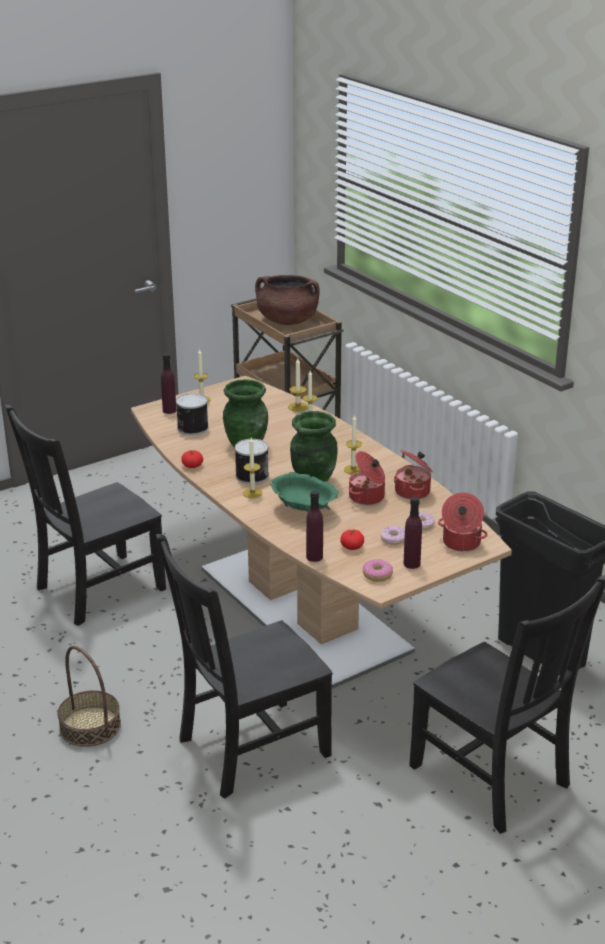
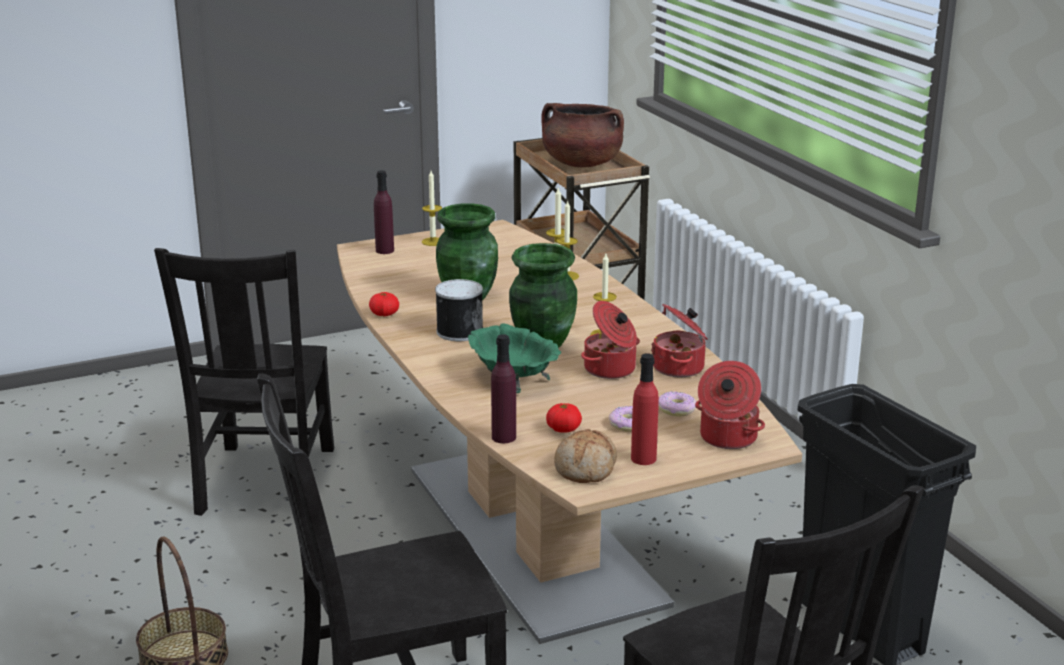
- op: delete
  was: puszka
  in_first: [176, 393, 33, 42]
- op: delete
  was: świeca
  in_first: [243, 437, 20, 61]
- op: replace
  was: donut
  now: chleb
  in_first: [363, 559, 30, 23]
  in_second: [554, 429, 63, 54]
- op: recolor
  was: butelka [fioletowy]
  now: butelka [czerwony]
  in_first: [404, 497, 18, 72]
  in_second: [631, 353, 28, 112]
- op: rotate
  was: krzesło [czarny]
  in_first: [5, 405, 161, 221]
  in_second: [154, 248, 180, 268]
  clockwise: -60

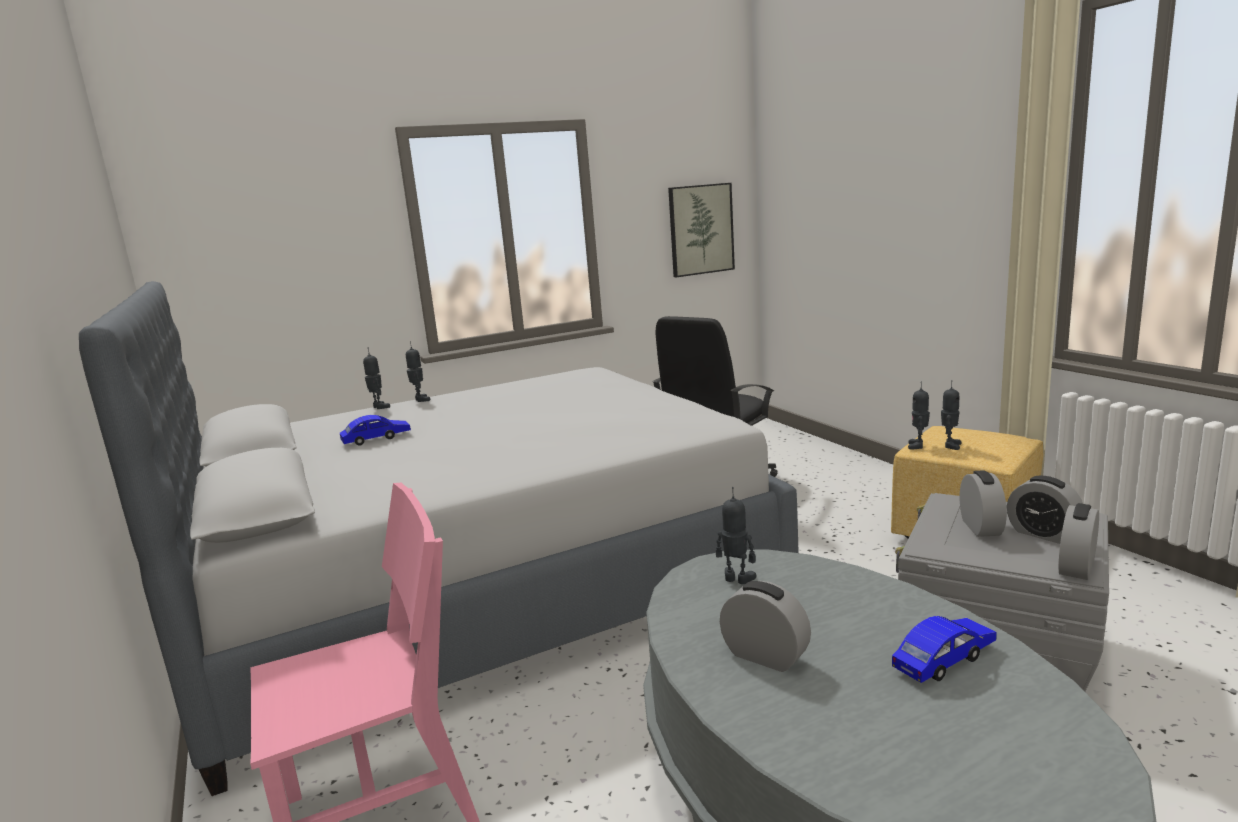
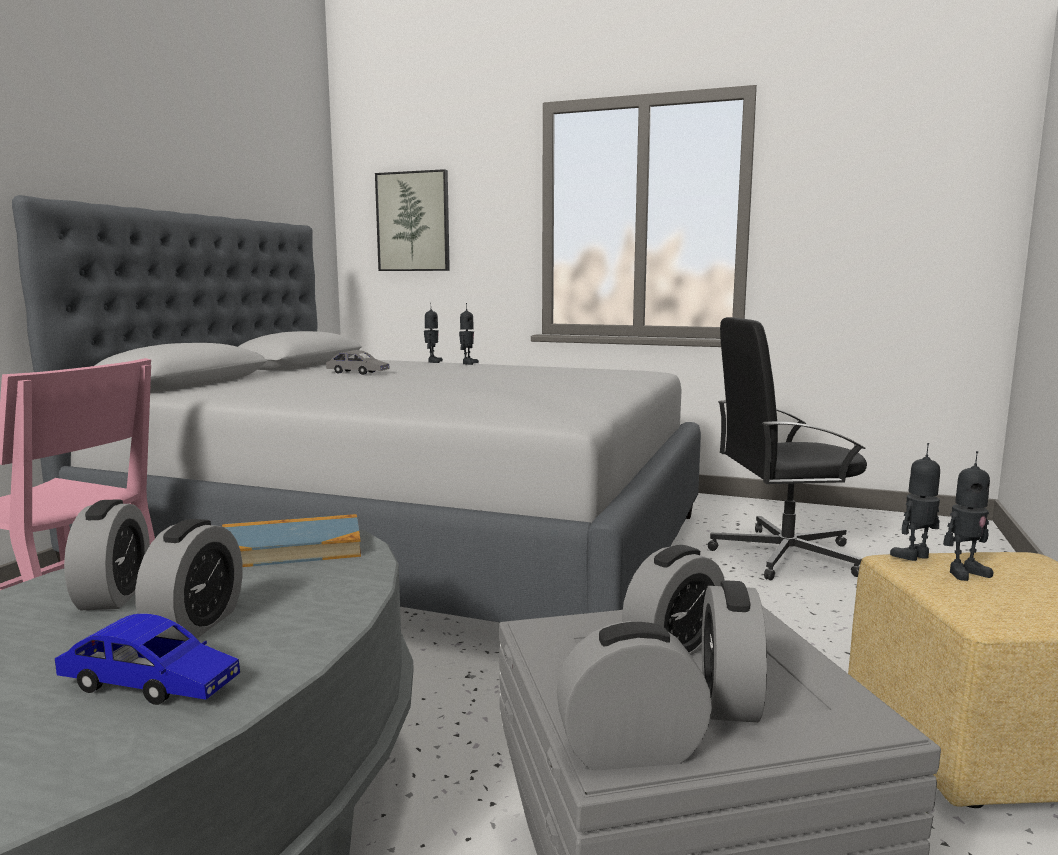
- op: insert
  now: budzik
  in_second: [135, 519, 108, 122]
- op: move
  was: obraz
  in_first: [668, 183, 67, 94]
  in_second: [375, 169, 75, 102]
- op: replace
  was: robot zabawkowy
  now: książka
  in_first: [716, 487, 40, 97]
  in_second: [222, 514, 139, 53]
- op: recolor
  was: samochodzik [niebieski]
  now: samochodzik [szary]
  in_first: [340, 415, 71, 31]
  in_second: [326, 350, 64, 25]

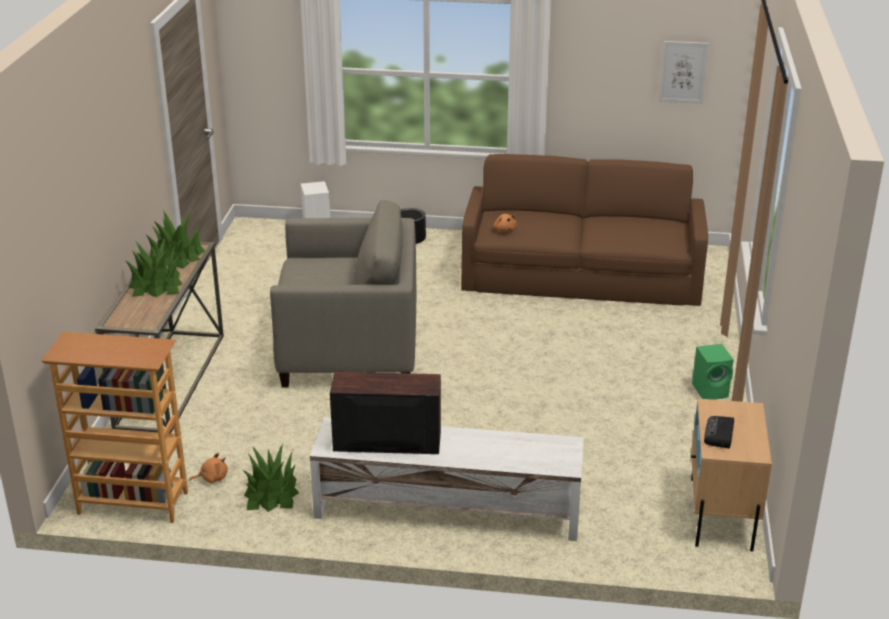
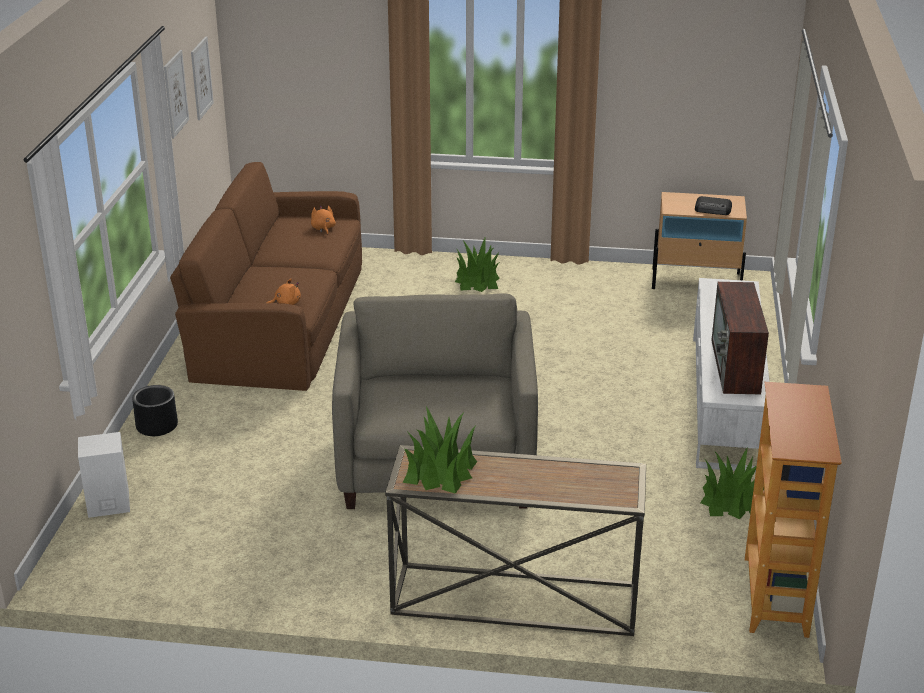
- op: delete
  was: głośnik [zielony]
  in_first: [692, 344, 42, 56]
- op: insert
  now: obraz
  in_second: [164, 50, 25, 88]
- op: move
  was: roślina doniczkowa
  in_first: [126, 237, 57, 60]
  in_second: [455, 236, 45, 56]
- op: move
  was: pluszak [pomarańczowy]
  in_first: [190, 453, 38, 30]
  in_second: [311, 205, 25, 30]

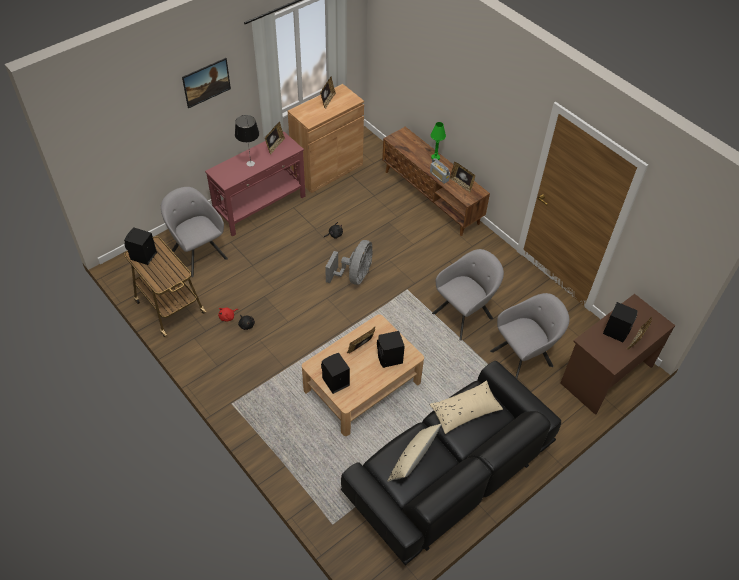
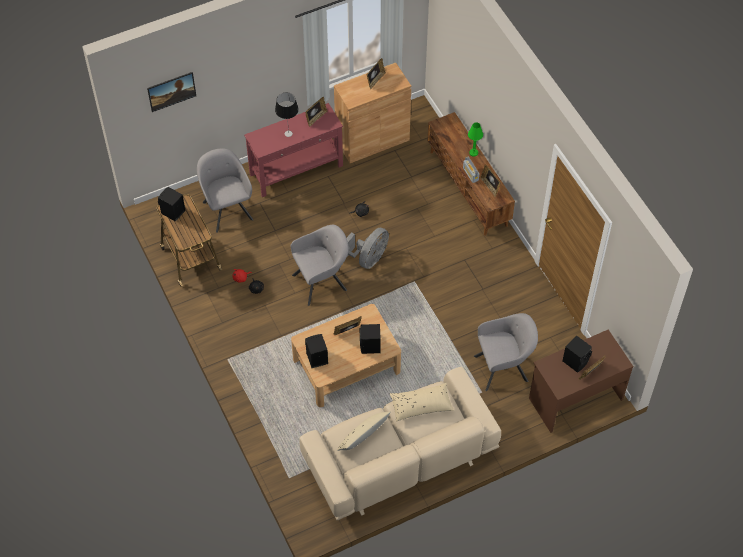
- op: move
  was: obraz
  in_first: [182, 58, 49, 50]
  in_second: [147, 72, 49, 40]
- op: move
  was: fotel [szary]
  in_first: [432, 249, 72, 92]
  in_second: [290, 225, 59, 81]
- op: recolor
  was: kanapa [czarny]
  now: kanapa [beżowy]
  in_first: [341, 361, 220, 204]
  in_second: [299, 367, 202, 153]

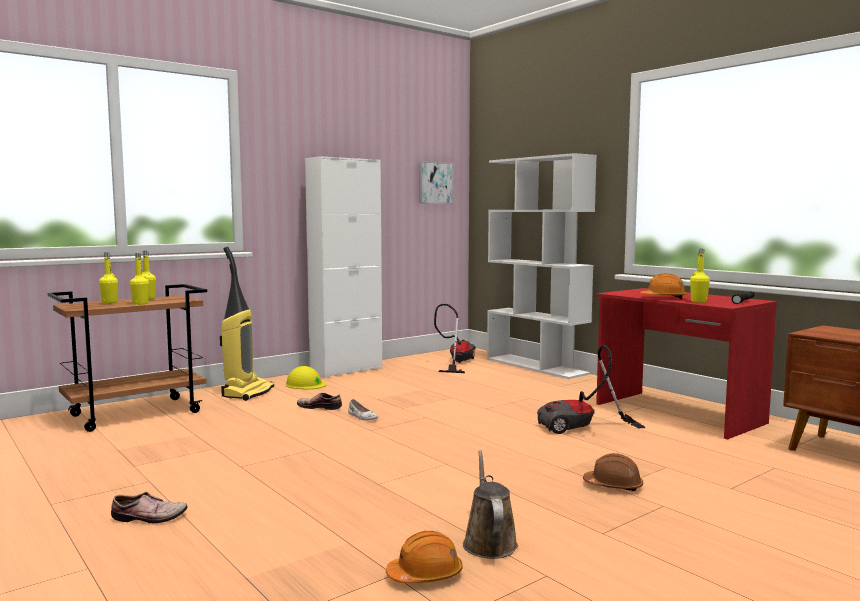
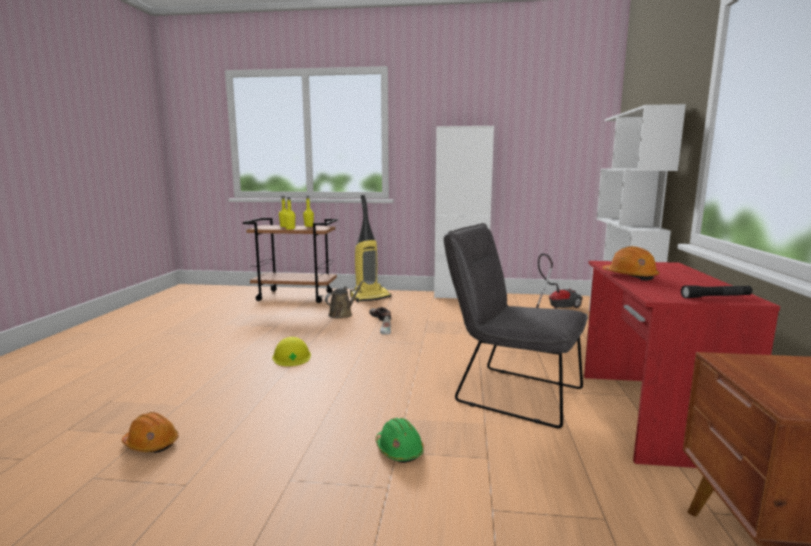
- op: delete
  was: but
  in_first: [111, 492, 76, 31]
- op: delete
  was: obraz
  in_first: [419, 161, 34, 43]
- op: delete
  was: butelka [żółty]
  in_first: [690, 249, 20, 54]
- op: move
  was: kask [żółty]
  in_first: [285, 366, 41, 23]
  in_second: [272, 337, 39, 29]
- op: move
  was: konewka [brązowy]
  in_first: [463, 450, 55, 109]
  in_second: [325, 280, 40, 38]
- op: replace
  was: odkurzacz
  now: krzesło [szary]
  in_first: [537, 345, 108, 89]
  in_second: [444, 223, 144, 205]
- op: recolor
  was: kask [brązowy]
  now: kask [zielony]
  in_first: [583, 453, 60, 38]
  in_second: [375, 418, 49, 45]

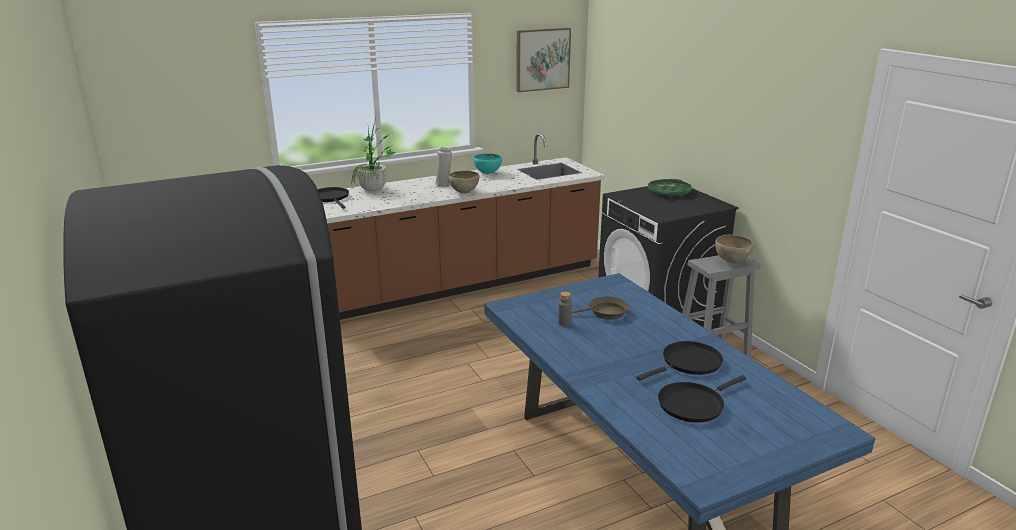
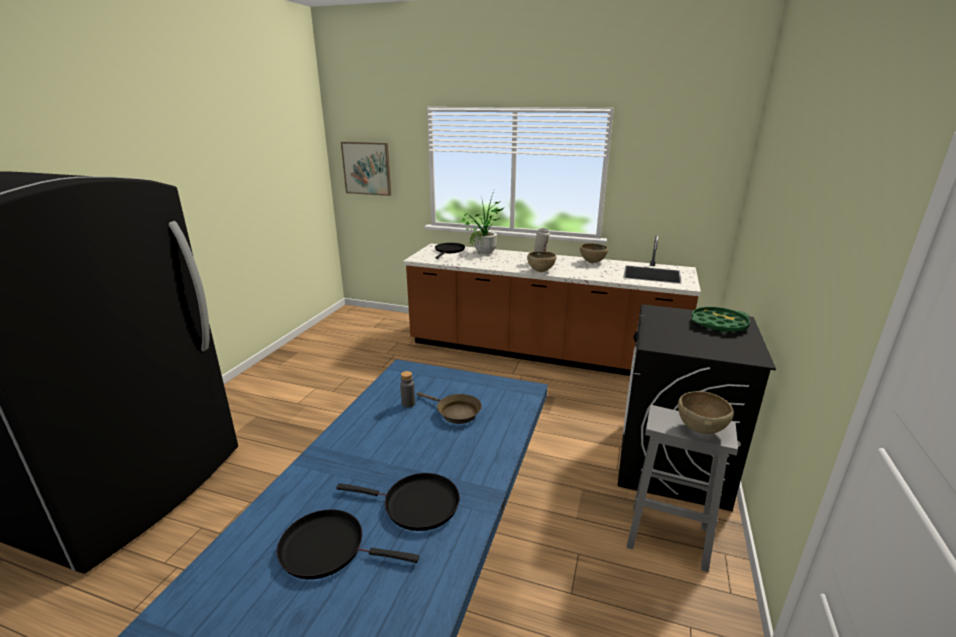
- op: move
  was: obraz
  in_first: [516, 28, 55, 64]
  in_second: [341, 142, 50, 54]
- op: recolor
  was: miska [turkusowy]
  now: miska [brązowy]
  in_first: [473, 154, 29, 20]
  in_second: [580, 243, 28, 20]

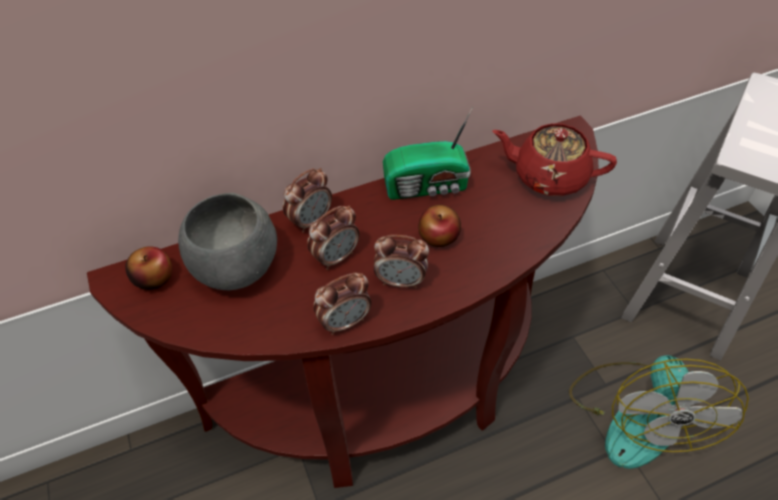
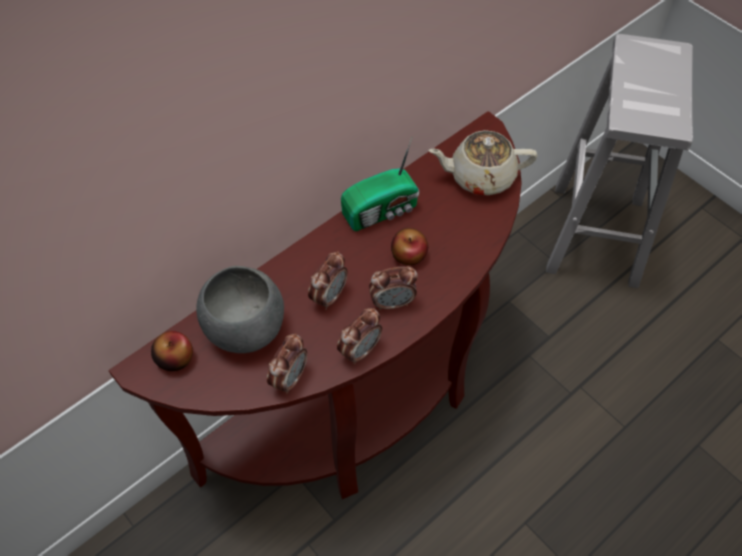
- op: delete
  was: wentylator
  in_first: [569, 355, 180, 114]
- op: move
  was: budzik
  in_first: [283, 168, 49, 65]
  in_second: [267, 333, 40, 61]
- op: recolor
  was: imbryk [czerwony]
  now: imbryk [beżowy]
  in_first: [492, 123, 125, 73]
  in_second: [428, 130, 109, 66]

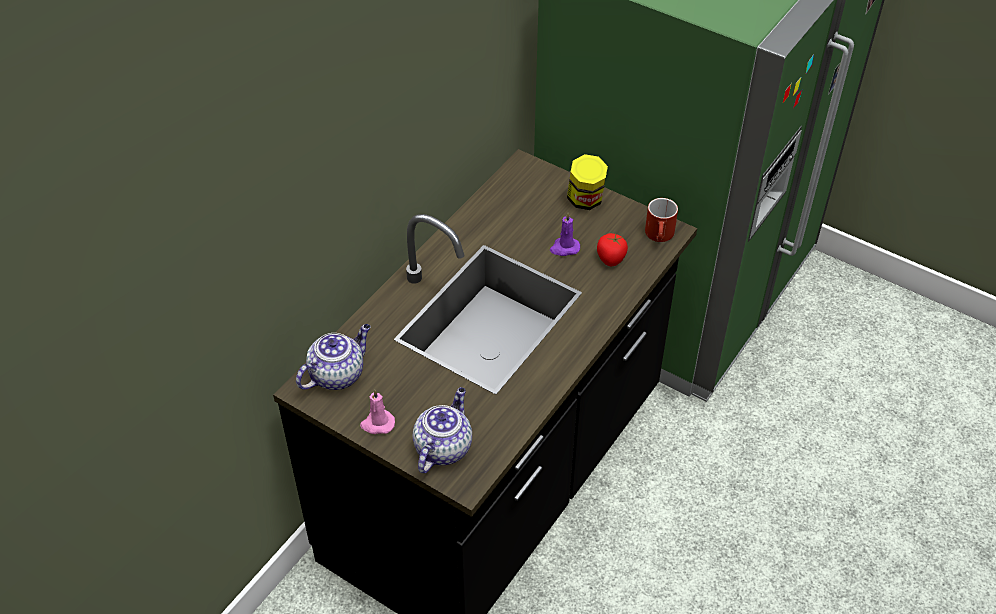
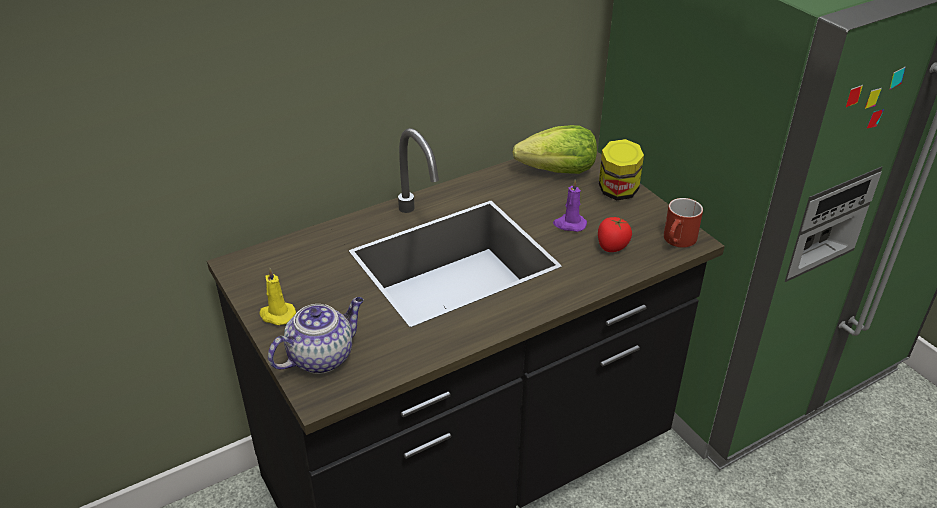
- op: delete
  was: imbryk
  in_first: [296, 324, 75, 66]
- op: insert
  now: sałata
  in_second: [513, 125, 84, 49]
- op: recolor
  was: świeca [różowy]
  now: świeca [żółty]
  in_first: [360, 389, 35, 45]
  in_second: [259, 268, 37, 57]

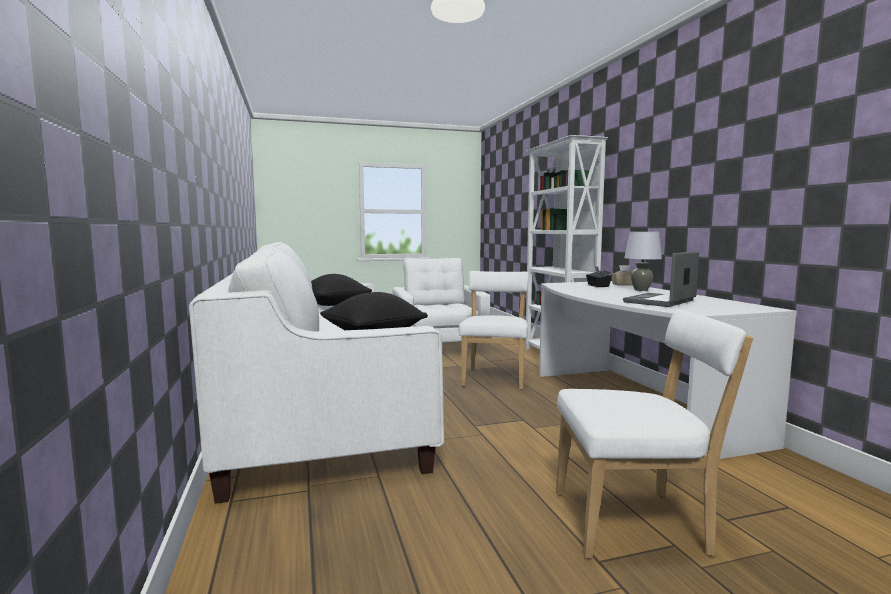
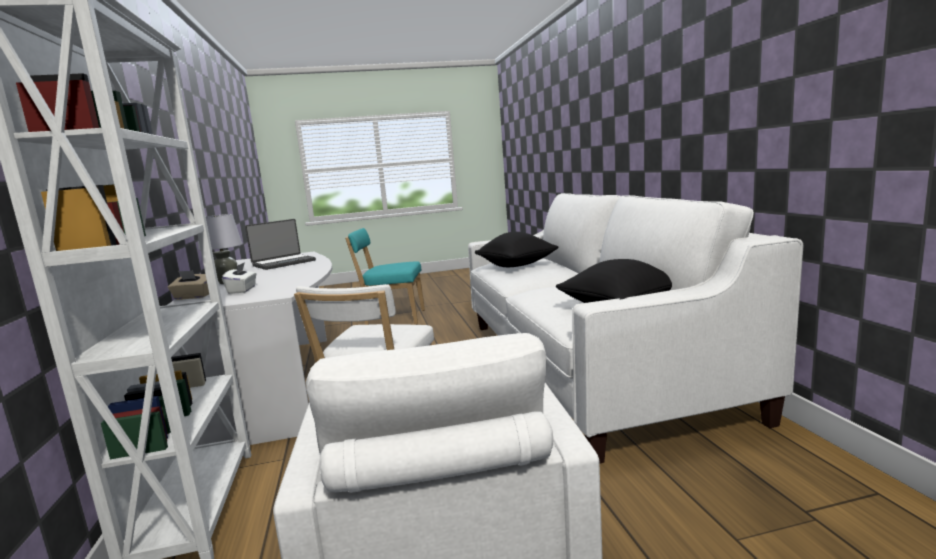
- op: recolor
  was: krzesło [biały]
  now: krzesło [turkusowy]
  in_first: [556, 309, 197, 250]
  in_second: [345, 228, 80, 97]
- op: recolor
  was: pudełko chusteczek [czarny]
  now: pudełko chusteczek [biały]
  in_first: [586, 266, 26, 21]
  in_second: [222, 262, 35, 32]

